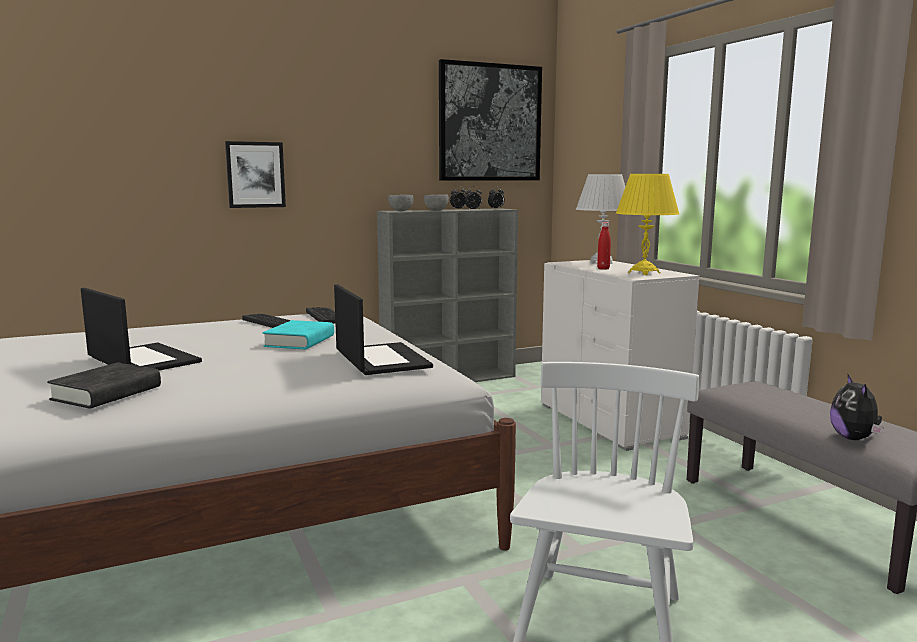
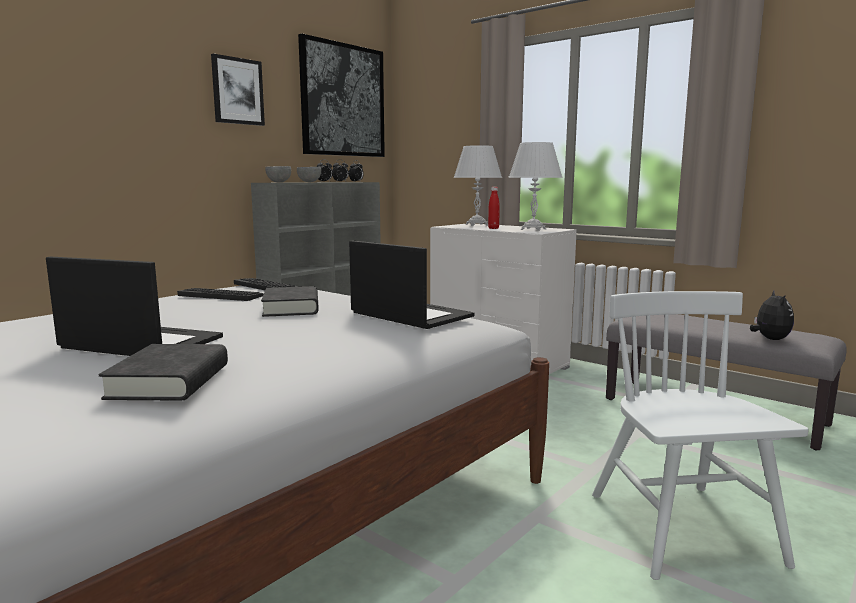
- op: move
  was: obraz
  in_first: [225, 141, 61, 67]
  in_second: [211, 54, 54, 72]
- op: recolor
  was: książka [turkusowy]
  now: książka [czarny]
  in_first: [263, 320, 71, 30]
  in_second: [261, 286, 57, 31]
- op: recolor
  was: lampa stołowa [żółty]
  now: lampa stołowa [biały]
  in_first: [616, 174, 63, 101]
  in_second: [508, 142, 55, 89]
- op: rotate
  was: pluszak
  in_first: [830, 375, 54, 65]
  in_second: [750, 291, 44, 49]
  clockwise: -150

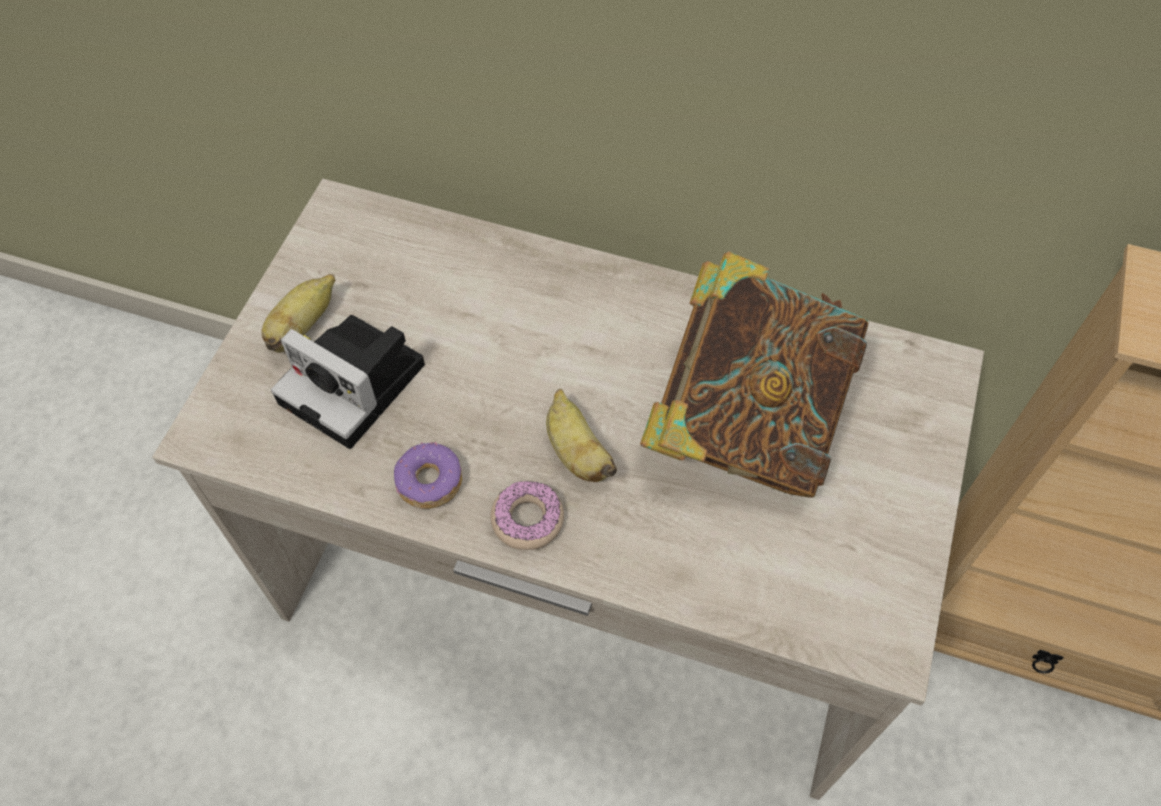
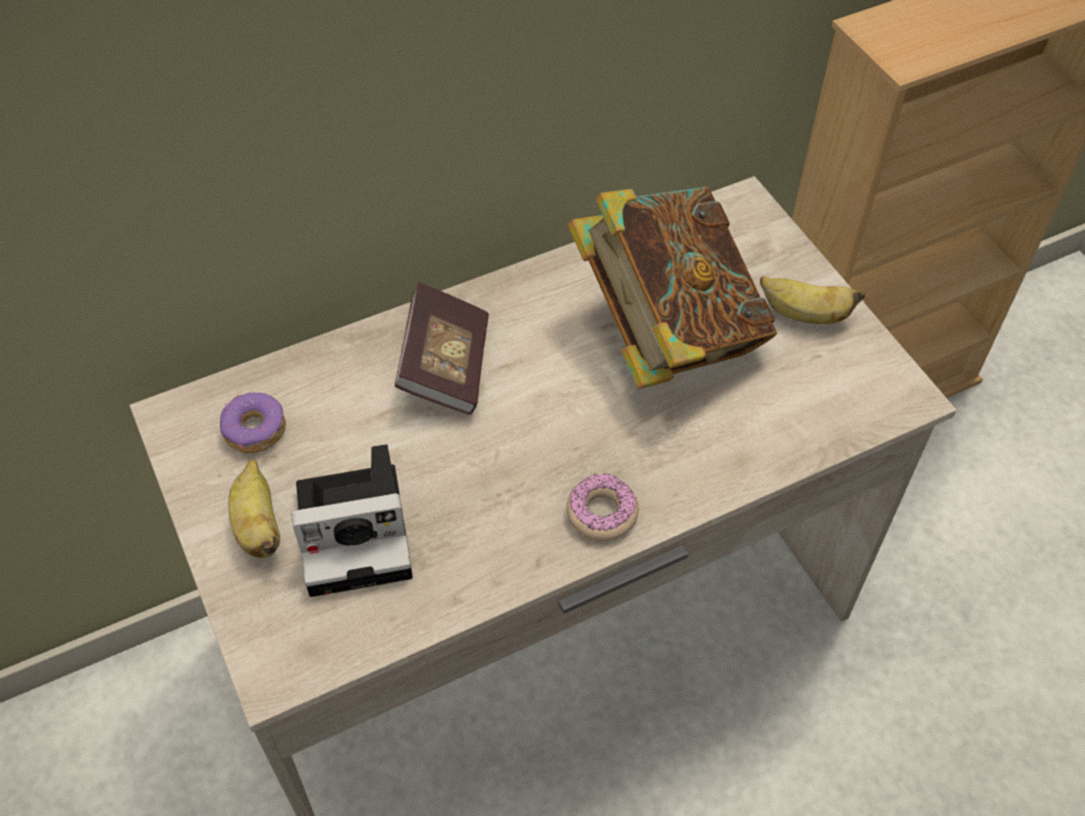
- op: insert
  now: książka
  in_second: [395, 282, 94, 133]
- op: move
  was: donut
  in_first: [394, 442, 68, 67]
  in_second: [220, 392, 66, 61]
- op: move
  was: banan
  in_first: [546, 389, 71, 93]
  in_second: [760, 276, 105, 48]

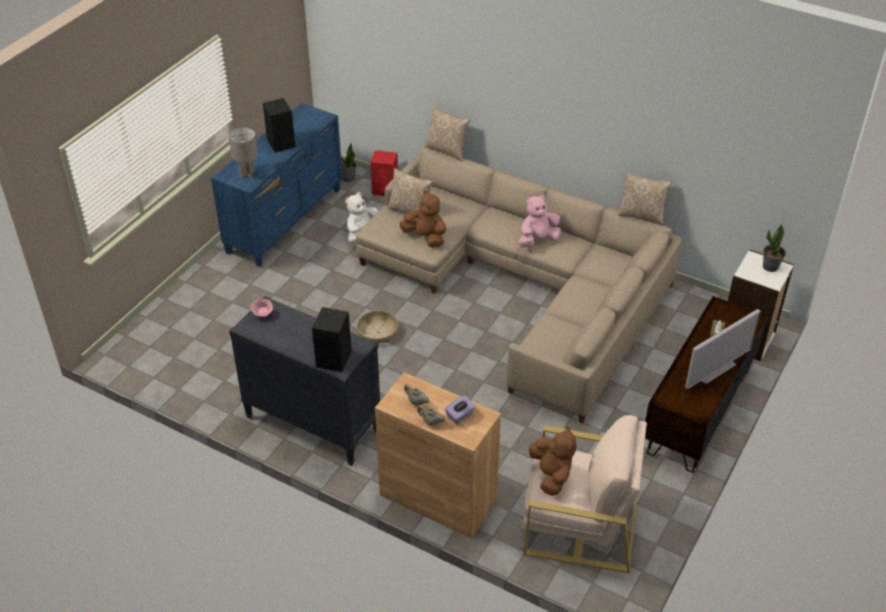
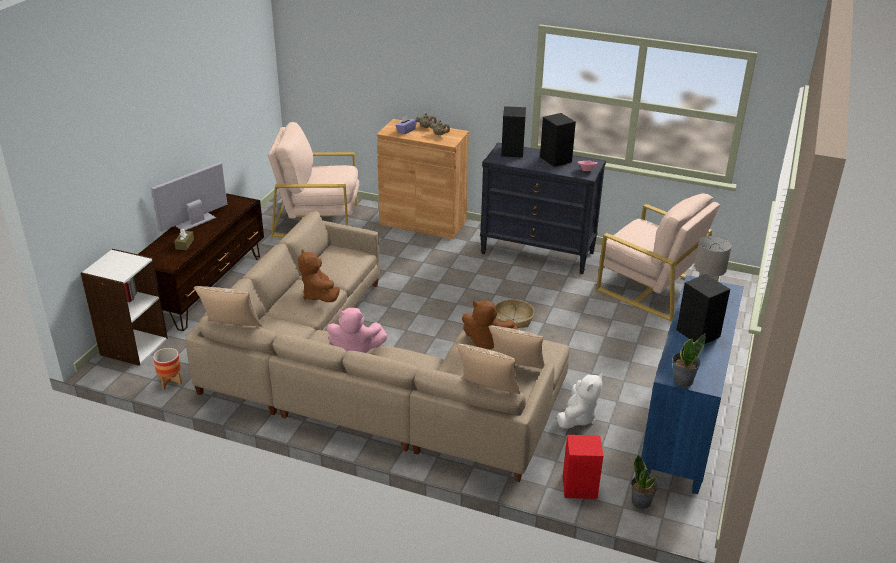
- op: insert
  now: donica
  in_second: [153, 348, 29, 41]
- op: insert
  now: głośnik [czarny]
  in_second: [540, 113, 36, 54]
- op: insert
  now: fotel [beżowy]
  in_second: [596, 193, 124, 129]
- op: move
  was: pluszak [brązowy]
  in_first: [529, 426, 47, 70]
  in_second: [298, 249, 42, 53]
- op: move
  was: roślina doniczkowa
  in_first: [763, 224, 23, 48]
  in_second: [672, 333, 34, 54]
- op: rotate
  was: pluszak [różowy]
  in_first: [519, 194, 42, 53]
  in_second: [327, 308, 61, 45]
  clockwise: 45

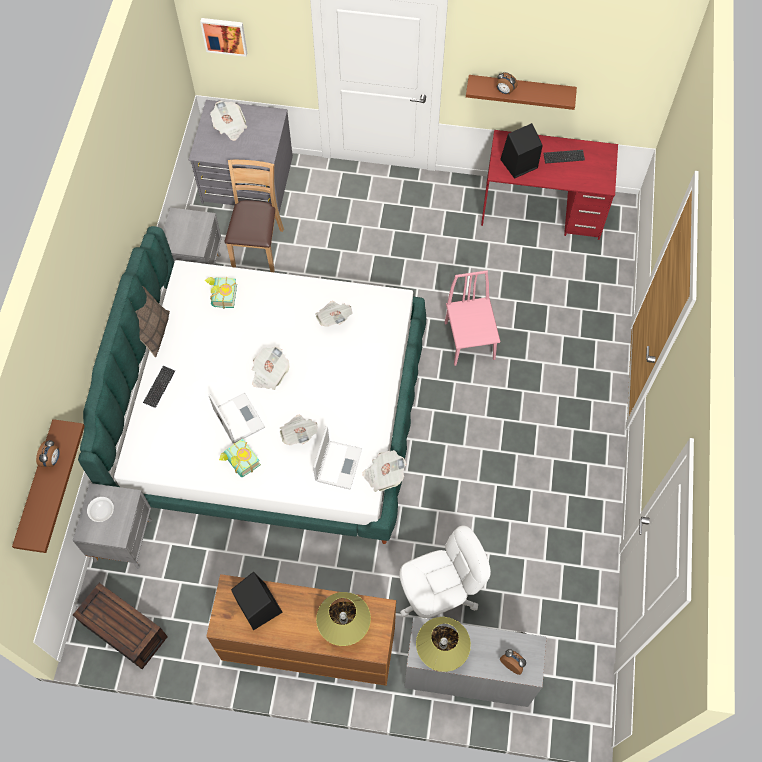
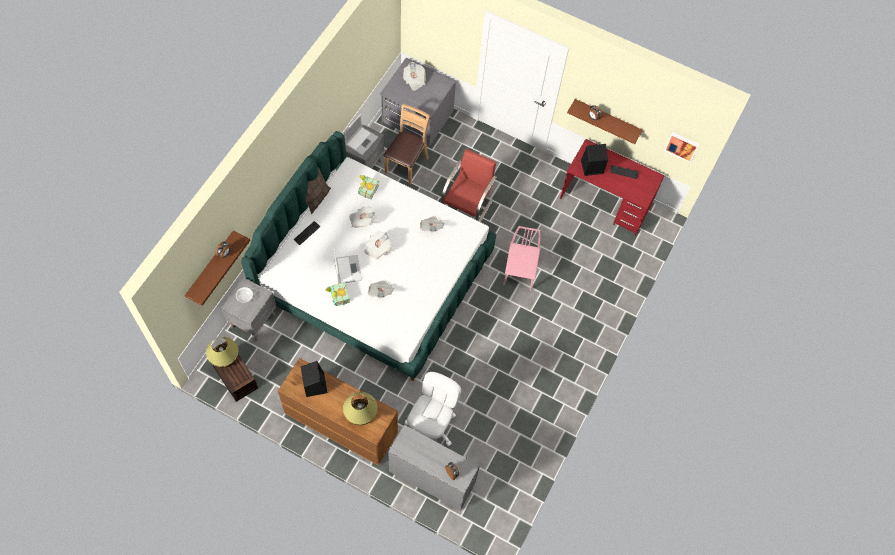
- op: insert
  now: krzesło [czerwony]
  in_second: [441, 149, 55, 73]
- op: move
  was: obraz
  in_first: [200, 18, 47, 39]
  in_second: [664, 132, 35, 31]
- op: move
  was: laptop
  in_first: [313, 426, 49, 64]
  in_second: [344, 114, 34, 41]
- op: move
  was: gazeta
  in_first: [362, 450, 44, 42]
  in_second: [349, 206, 26, 22]
- op: move
  was: lampa stołowa
  in_first: [416, 617, 55, 55]
  in_second: [206, 337, 32, 31]
- op: rotate
  was: krzesło biurowe [biały]
  in_first: [399, 526, 92, 92]
  in_second: [405, 372, 56, 74]
  clockwise: -60

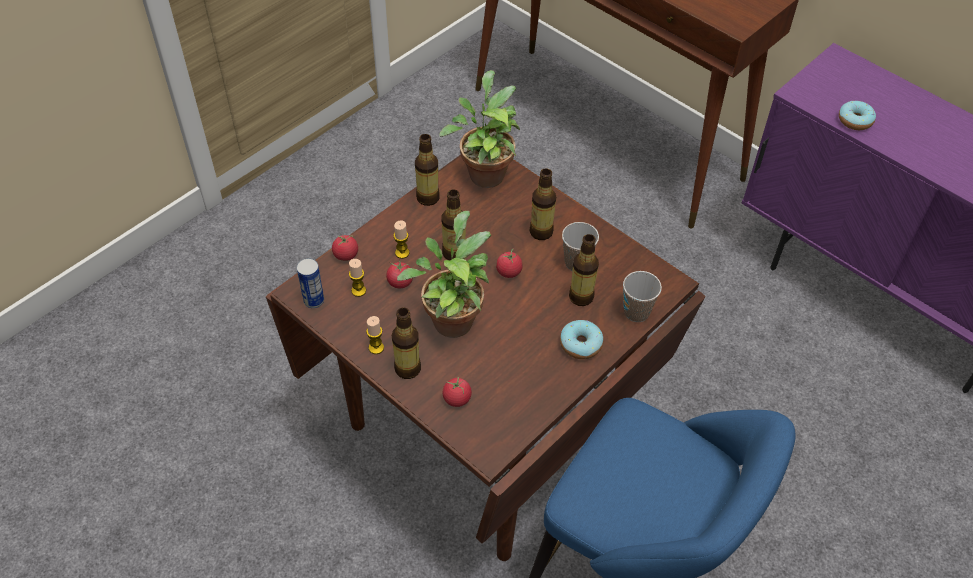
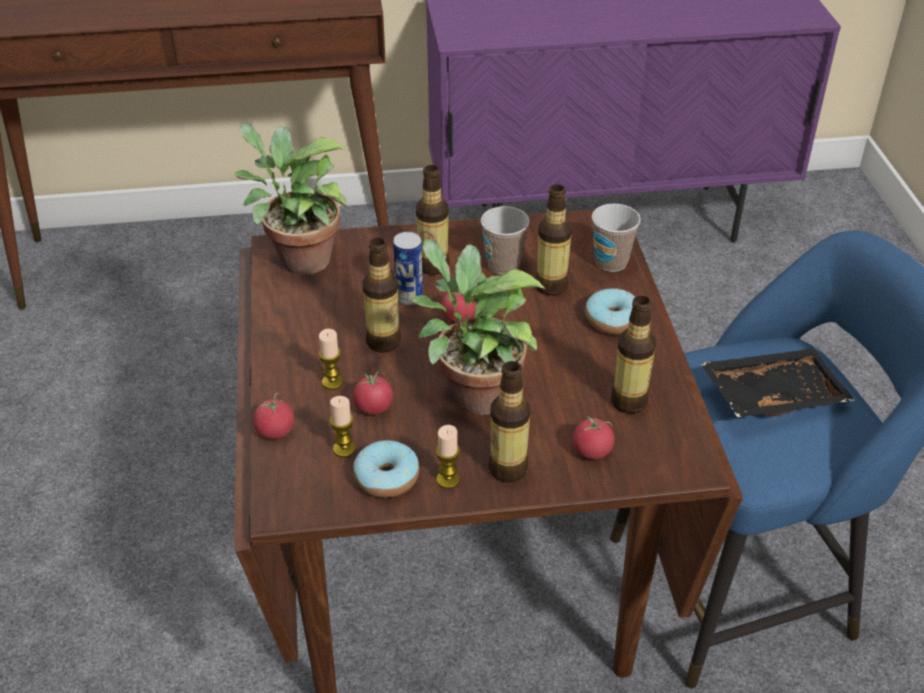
- op: insert
  now: taca [czarny]
  in_second: [700, 348, 155, 69]
- op: move
  was: puszka
  in_first: [297, 258, 27, 50]
  in_second: [393, 232, 30, 74]
- op: move
  was: butelka
  in_first: [415, 134, 25, 72]
  in_second: [611, 296, 45, 118]
- op: move
  was: donut
  in_first: [839, 101, 37, 29]
  in_second: [353, 440, 66, 58]

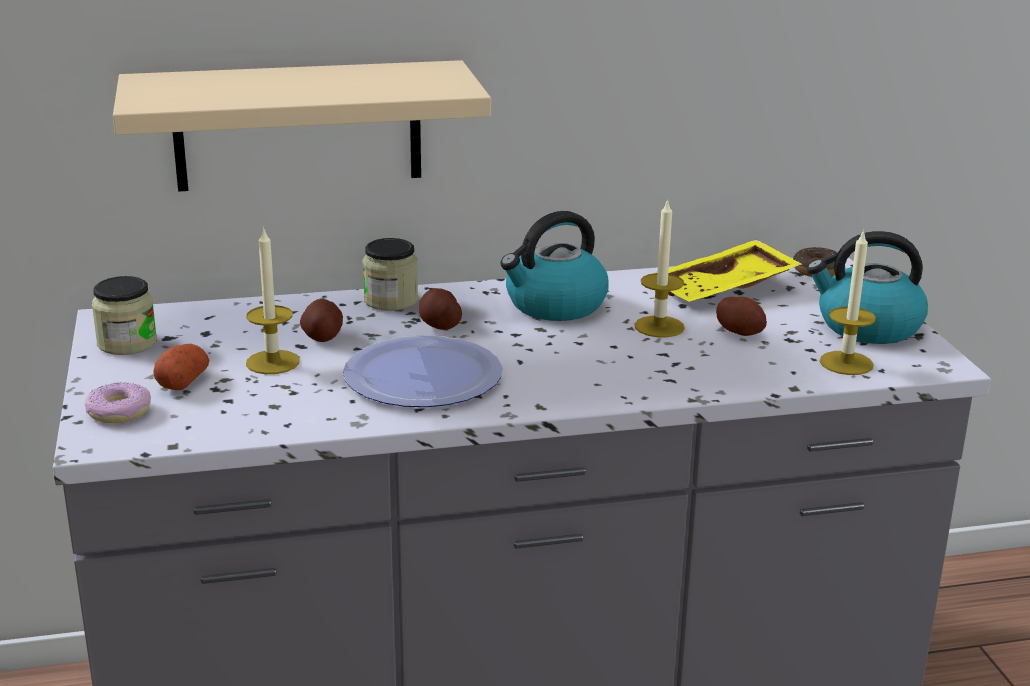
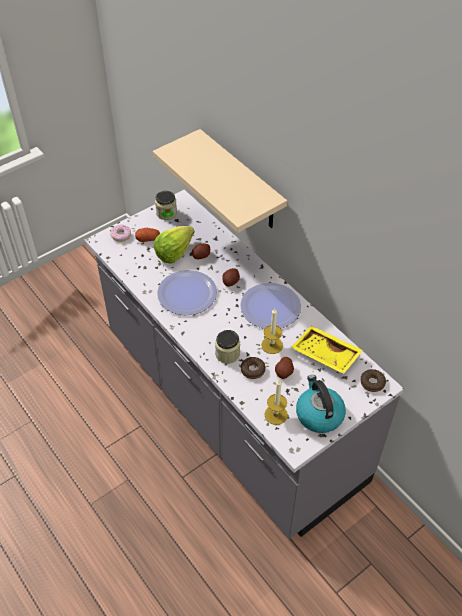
- op: insert
  now: donut
  in_second: [241, 357, 25, 22]
- op: move
  was: słoik
  in_first: [362, 238, 56, 73]
  in_second: [215, 330, 25, 34]
- op: replace
  was: świeca
  now: sałata
  in_first: [246, 227, 54, 147]
  in_second: [154, 226, 40, 38]
- op: replace
  was: czajnik
  now: talerz
  in_first: [500, 211, 109, 110]
  in_second: [240, 283, 61, 46]

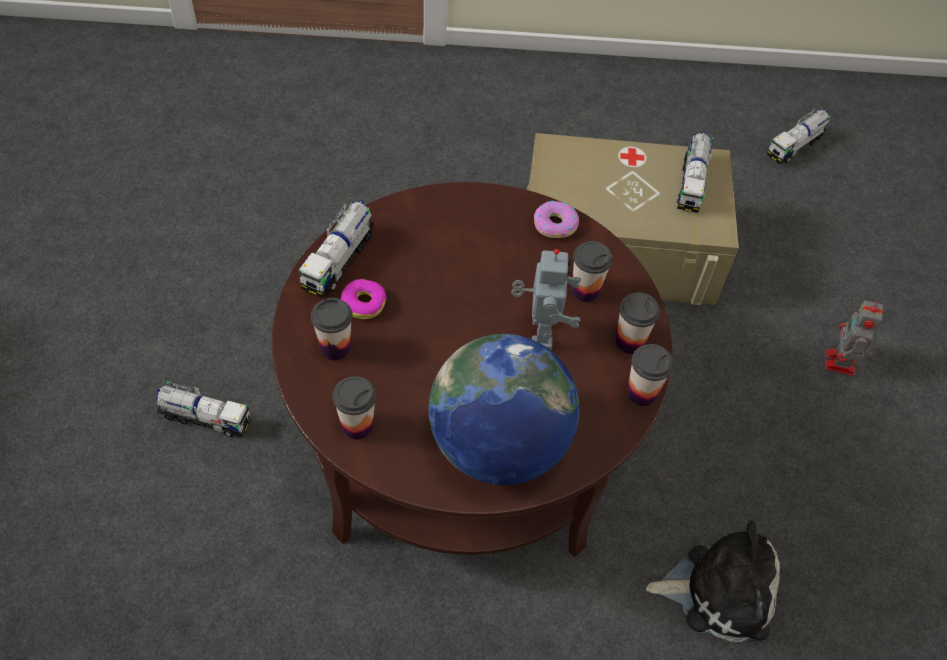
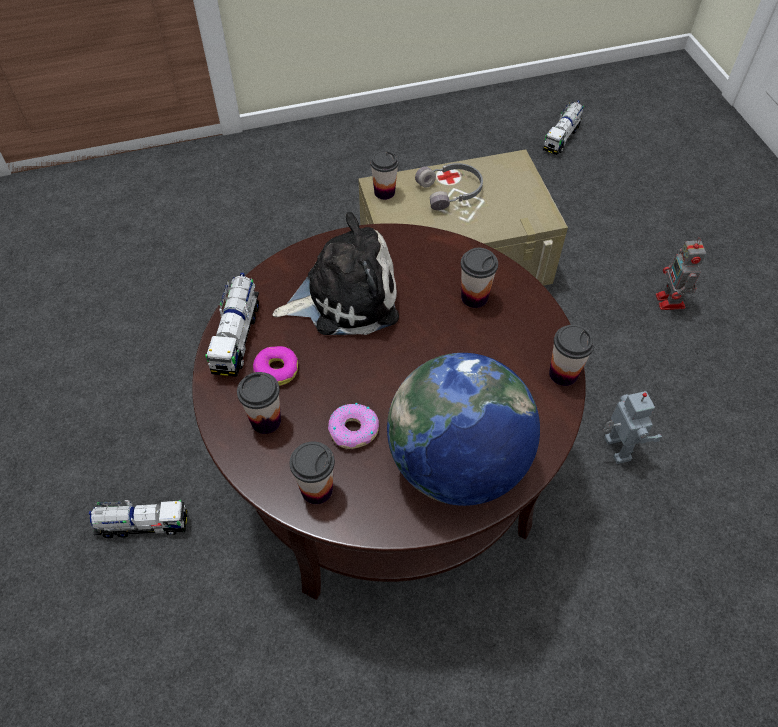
- op: delete
  was: ciężarówka zabawkowa
  in_first: [677, 131, 36, 82]
- op: insert
  now: słuchawki [szary]
  in_second: [415, 163, 68, 47]
- op: move
  was: robot zabawkowy
  in_first: [511, 249, 70, 101]
  in_second: [603, 391, 59, 73]
- op: move
  was: donut
  in_first: [534, 201, 45, 37]
  in_second: [328, 403, 51, 46]
- op: move
  was: filiżanka
  in_first: [616, 292, 44, 62]
  in_second: [370, 150, 29, 50]
- op: move
  was: pluszak
  in_first: [646, 520, 134, 122]
  in_second: [272, 212, 127, 123]

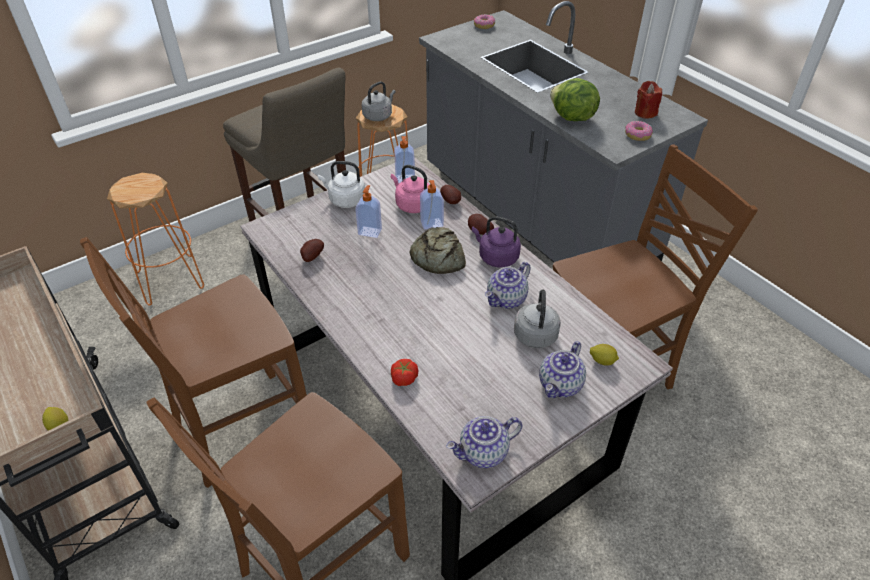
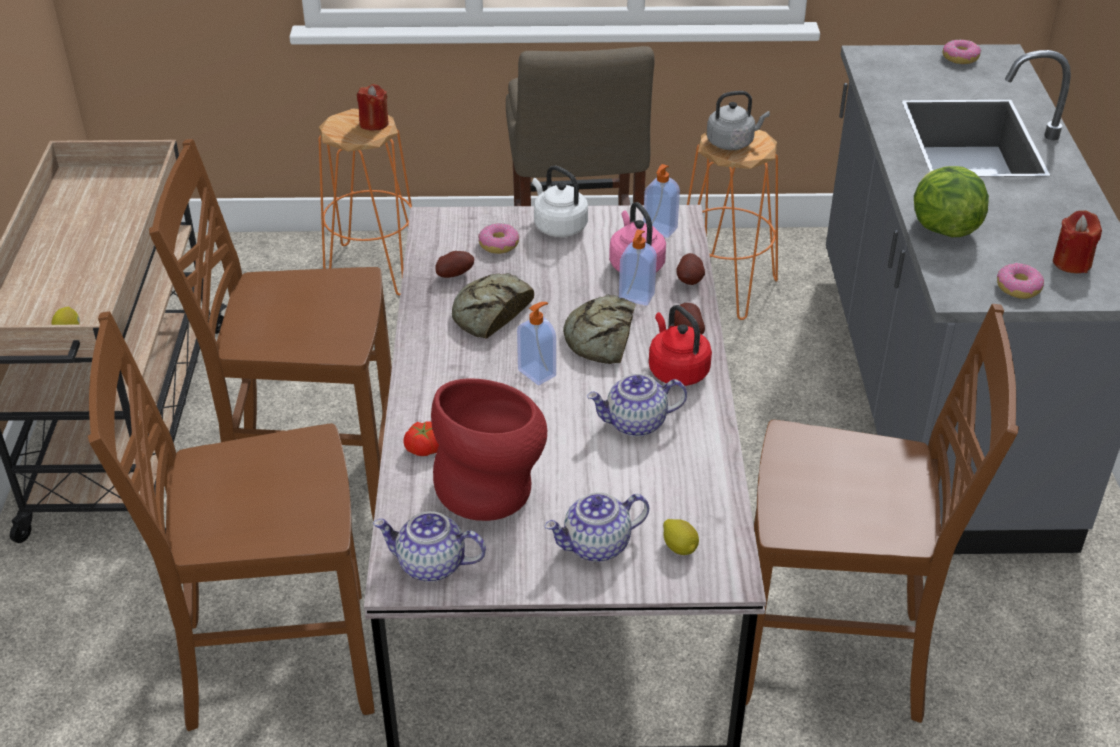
- op: delete
  was: czajnik [szary]
  in_first: [514, 290, 47, 58]
- op: insert
  now: świeca [czerwony]
  in_second: [357, 84, 32, 47]
- op: insert
  now: wazon [czerwony]
  in_second: [431, 378, 117, 143]
- op: insert
  now: chleb
  in_second: [452, 273, 82, 66]
- op: insert
  now: donut
  in_second: [478, 223, 41, 31]
- op: move
  was: dozownik mydła
  in_first: [355, 185, 27, 53]
  in_second: [517, 302, 39, 83]
- op: recolor
  was: czajnik [fioletowy]
  now: czajnik [czerwony]
  in_first: [472, 216, 49, 51]
  in_second: [649, 305, 63, 81]

